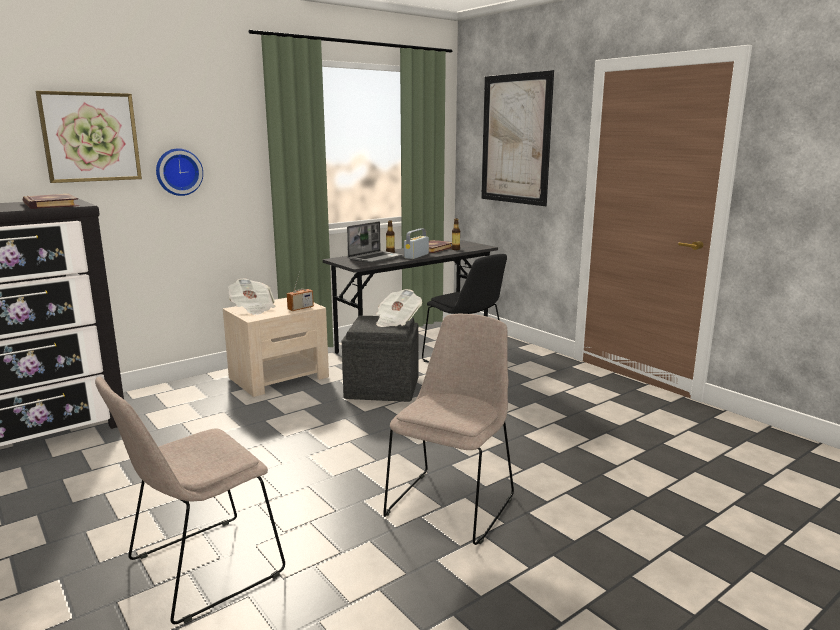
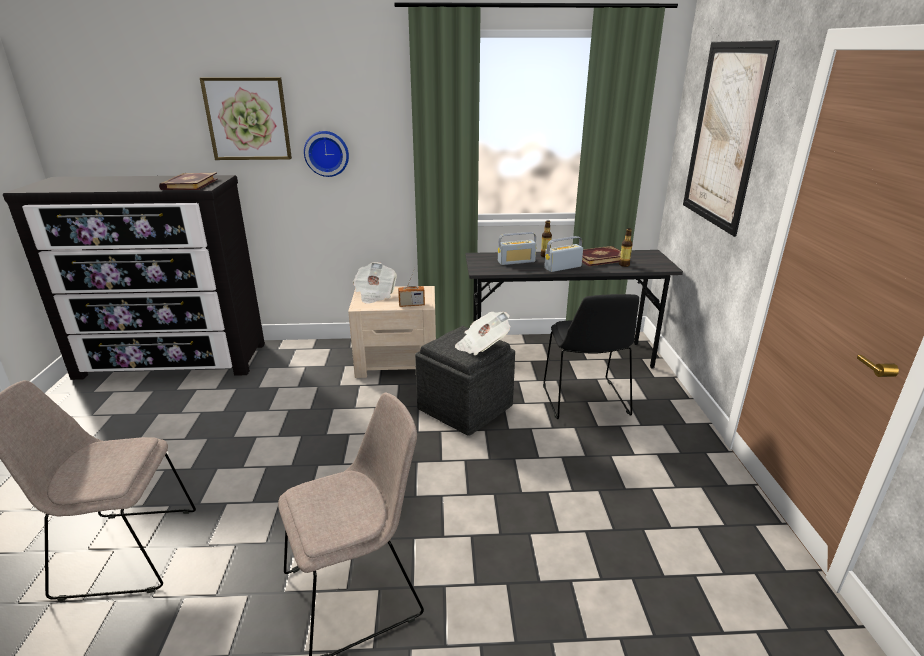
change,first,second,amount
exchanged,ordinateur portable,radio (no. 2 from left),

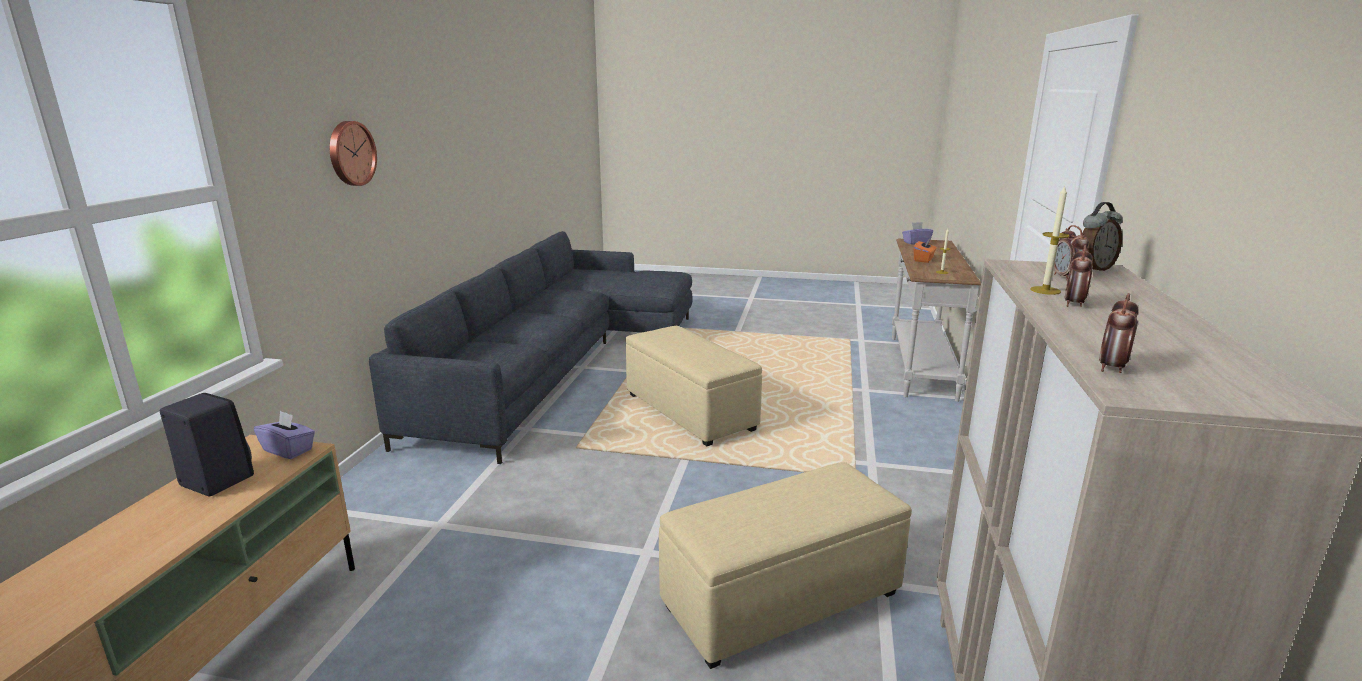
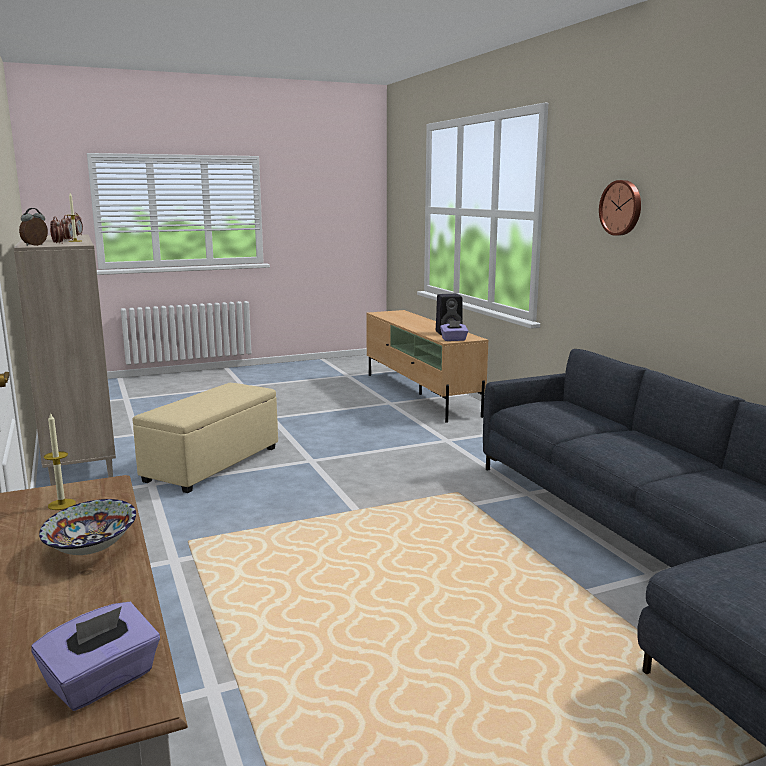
change,first,second,amount
missing,pouf (beige) (no. 1 from left),,
exchanged,boîte à mouchoirs (orange),bol,

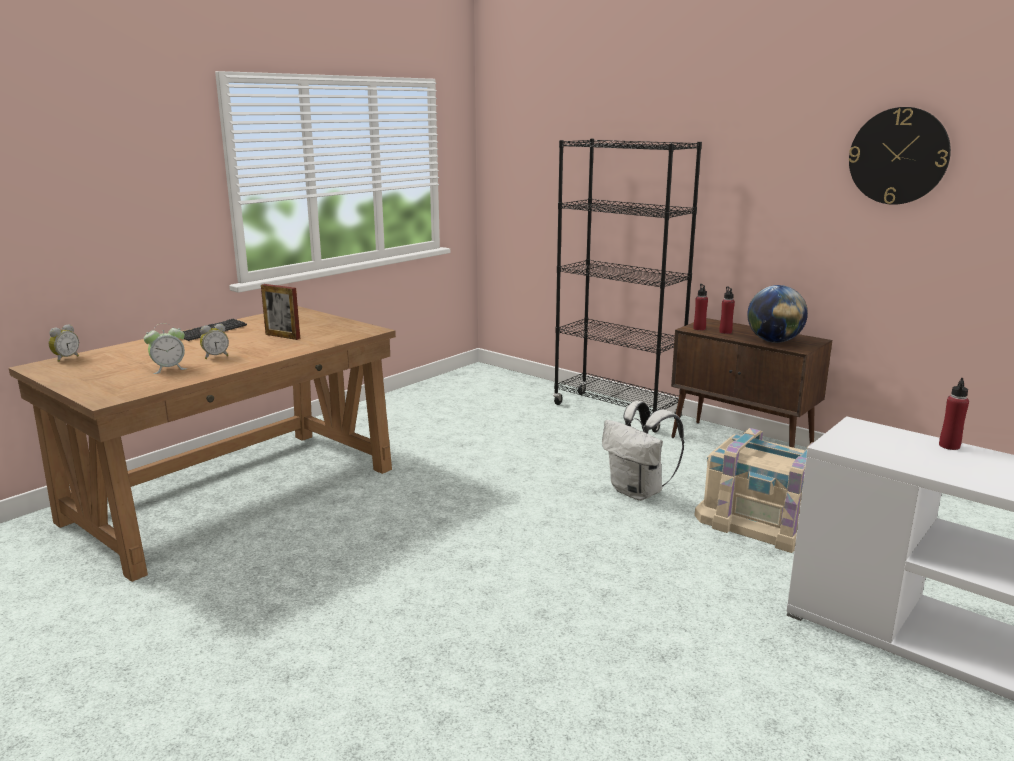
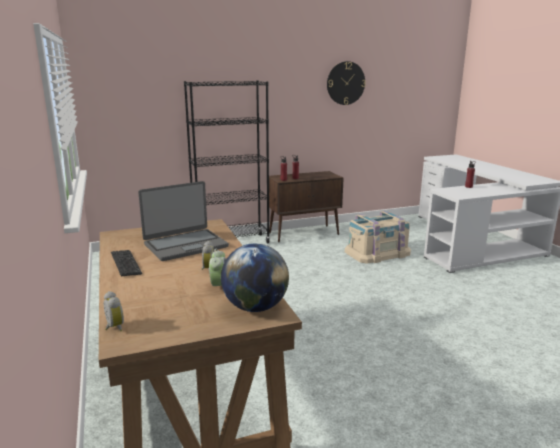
change,first,second,amount
exchanged,cadre photo,ordinateur portable,
missing,sac à dos (blanc),,
relocated,globe,,

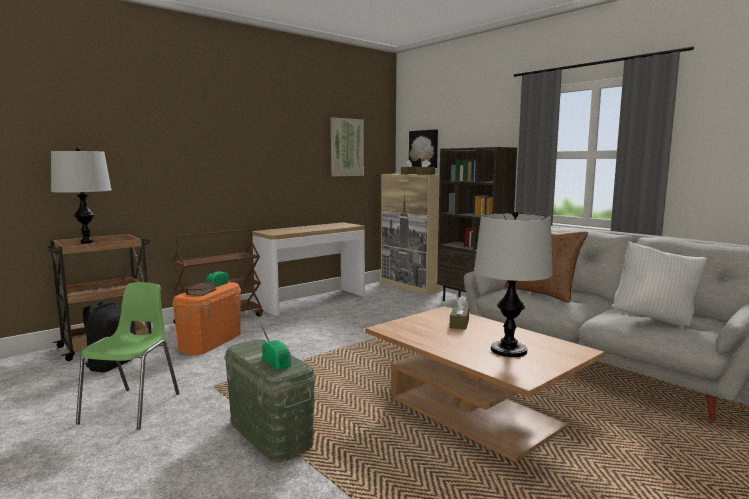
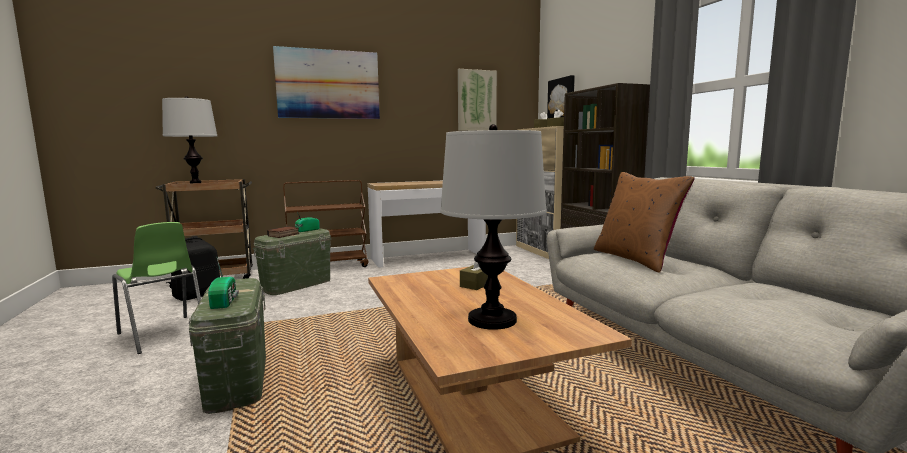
change,first,second,amount
spun,chaise (vert),,105 degrees clockwise
colour,boîte de rangement (orange),boîte de rangement (vert) (no. 2 from left),
missing,coussin (blanc),,
appeared,,tableau (no. 1 from left),

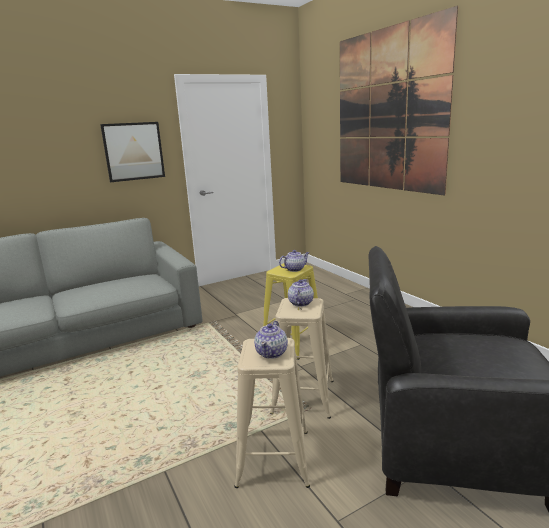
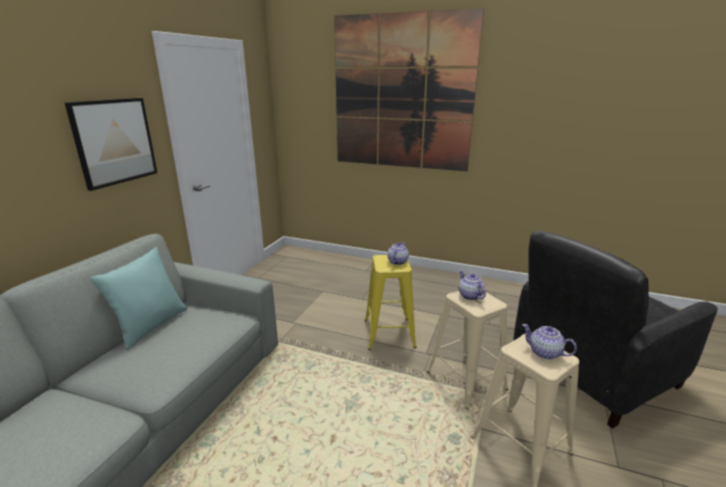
change,first,second,amount
spun,théière (no. 1 from left in the first image),théière (no. 3 from left),150 degrees clockwise
appeared,,coussin (turquoise),

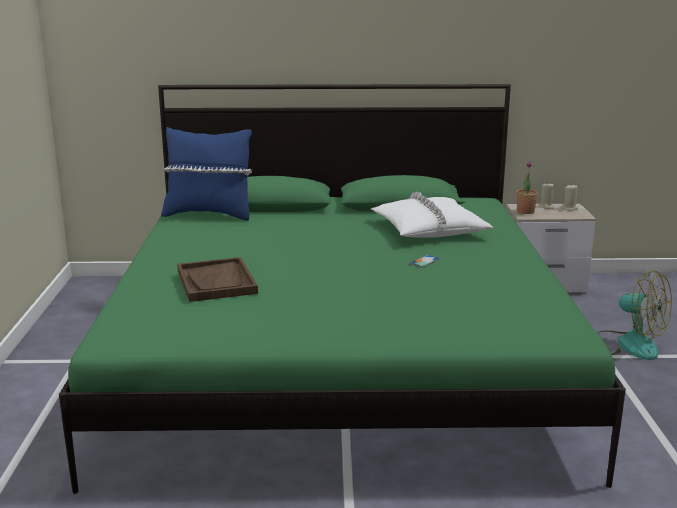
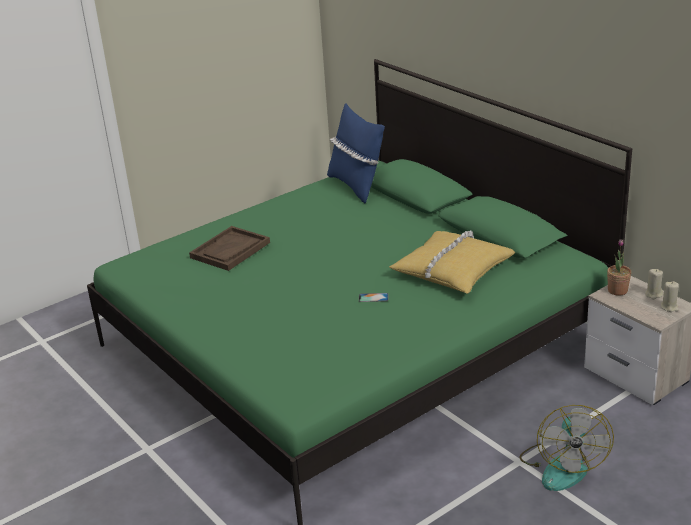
change,first,second,amount
colour,coussin (blanc),coussin (jaune),

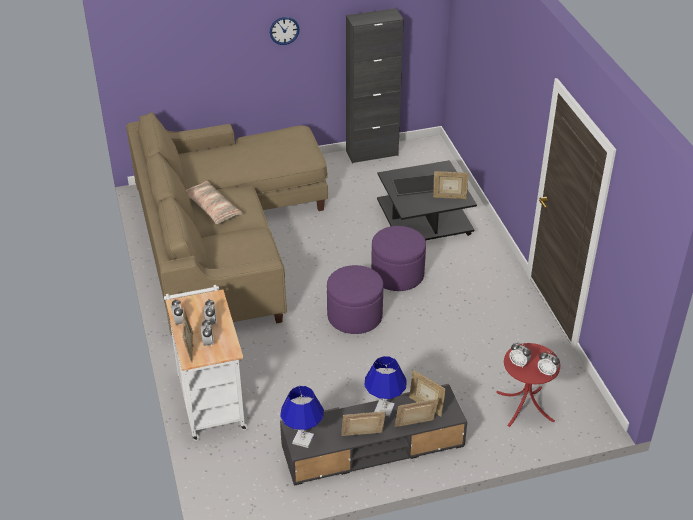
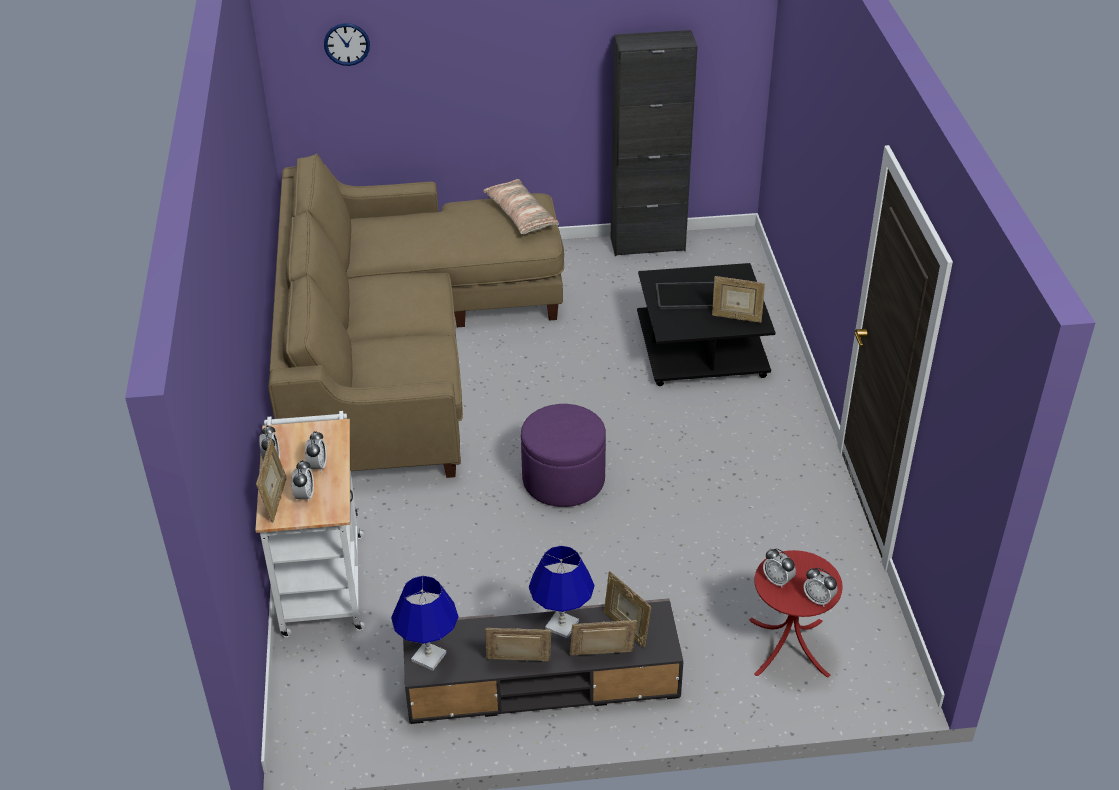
change,first,second,amount
relocated,coussin,,
relocated,horloge murale,,
missing,pouf (violet) (no. 2 from left),,

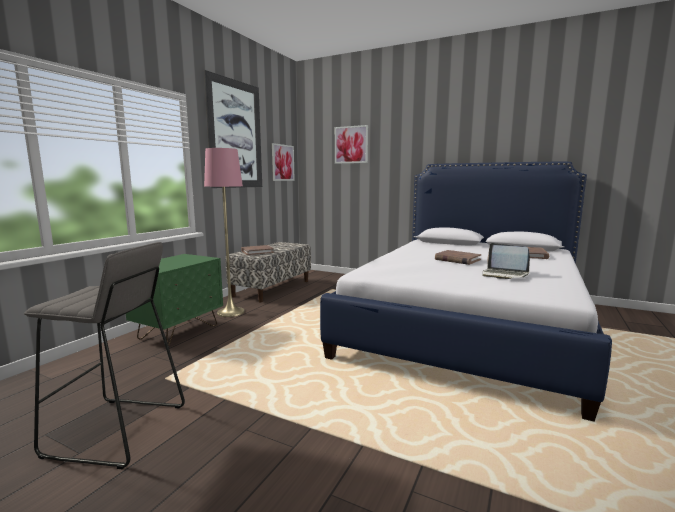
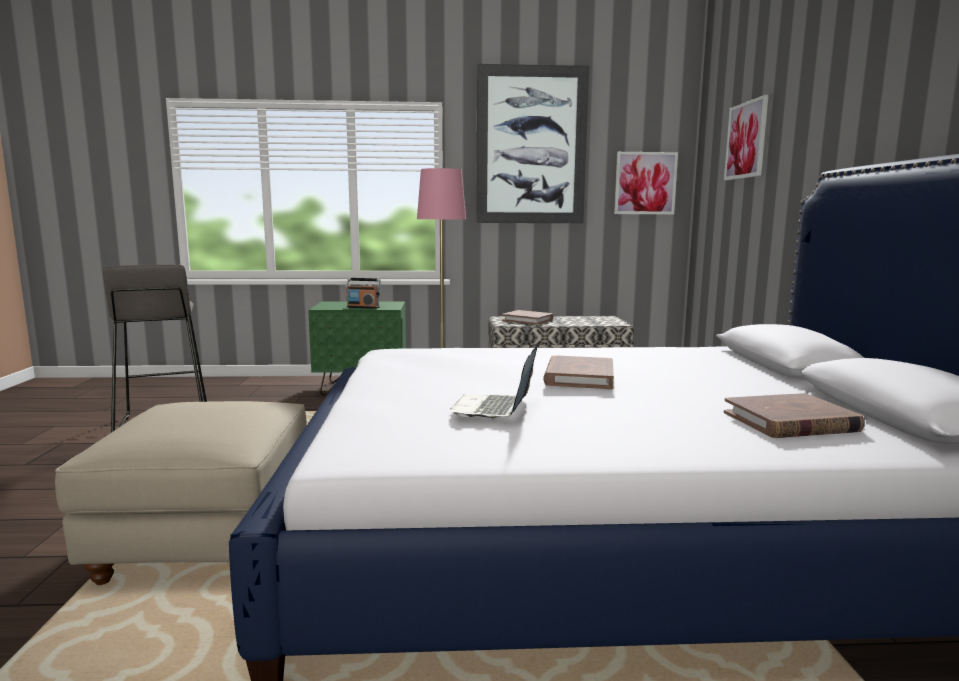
change,first,second,amount
appeared,,pouf (beige),
appeared,,radio,

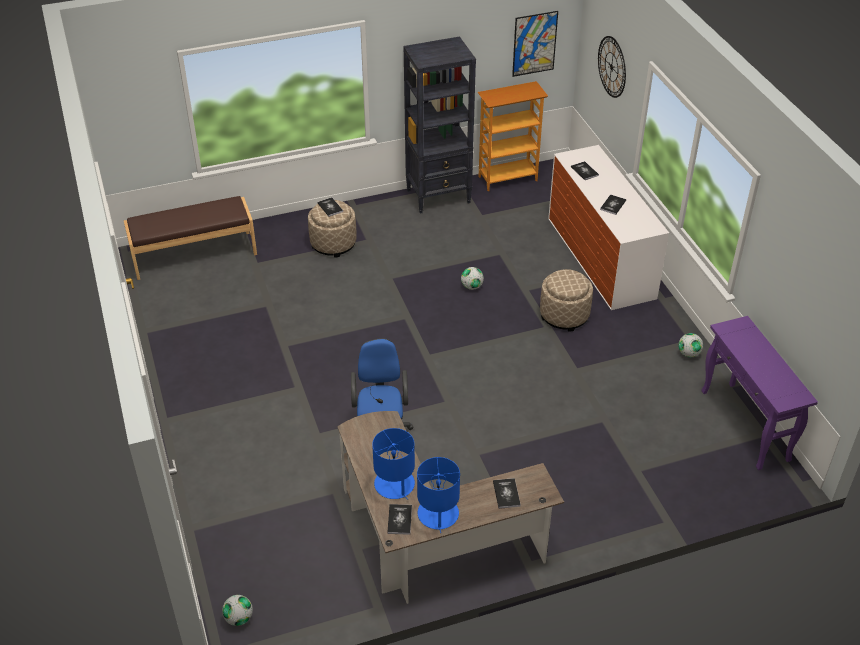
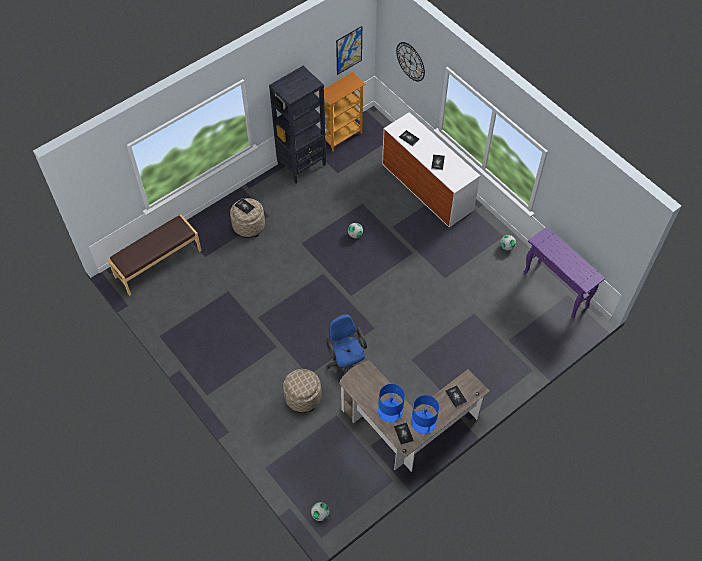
change,first,second,amount
relocated,pouf (beige) (no. 2 from left),,

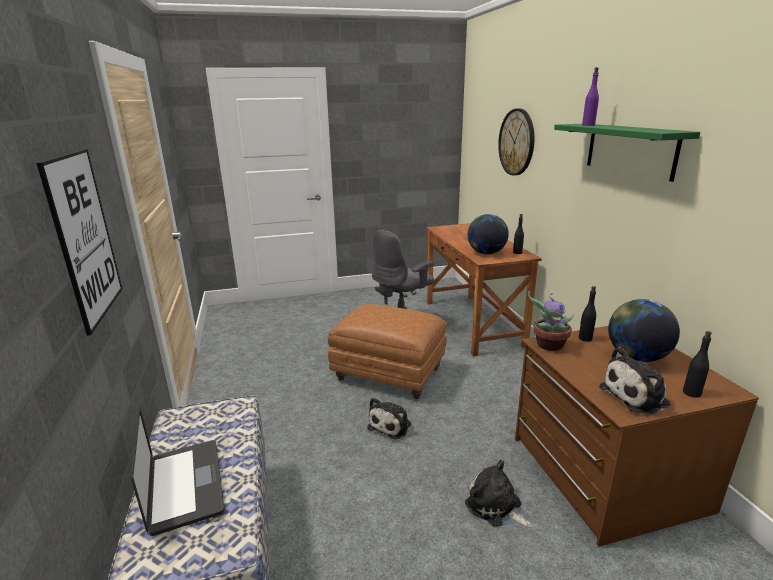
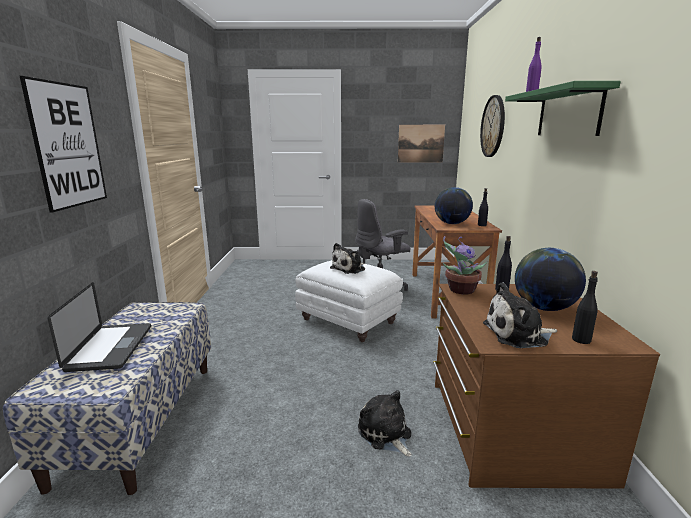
change,first,second,amount
colour,pouf (marron),pouf (blanc),
relocated,peluche (no. 1 from left),,
appeared,,tableau (no. 2 from left),

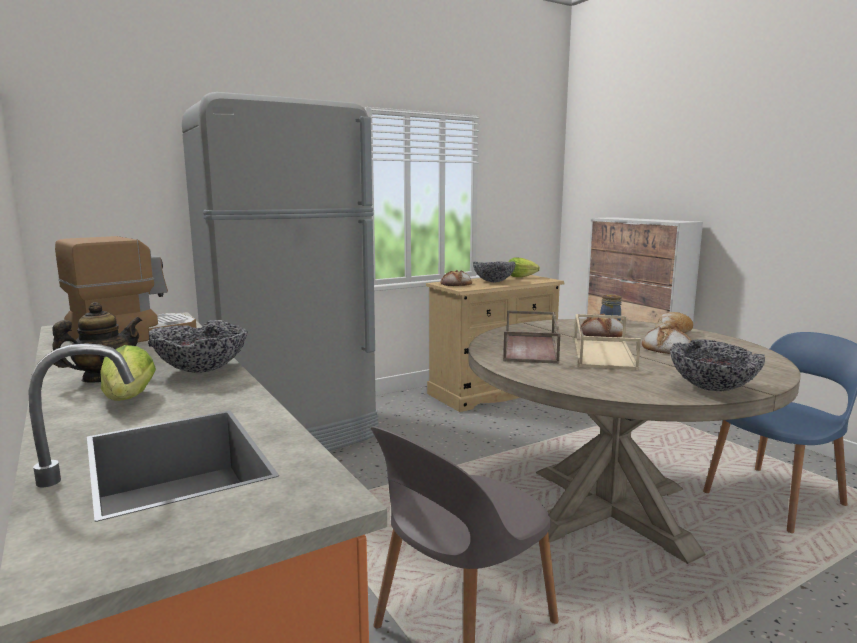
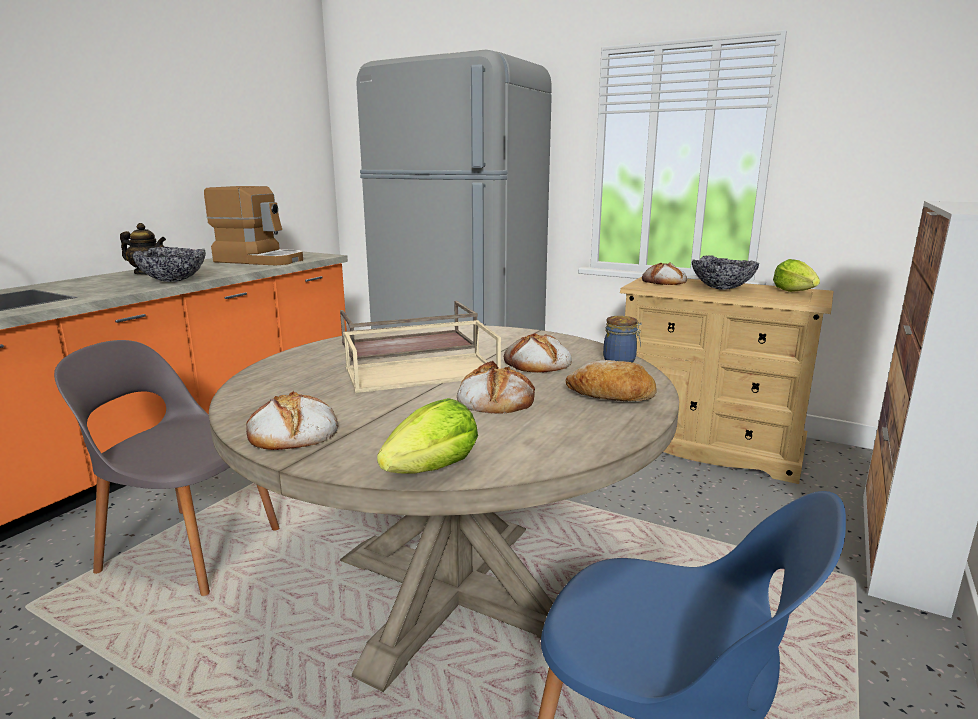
change,first,second,amount
relocated,laitue (no. 1 from left),,
exchanged,bol (no. 3 from left),pain (no. 1 from left),

